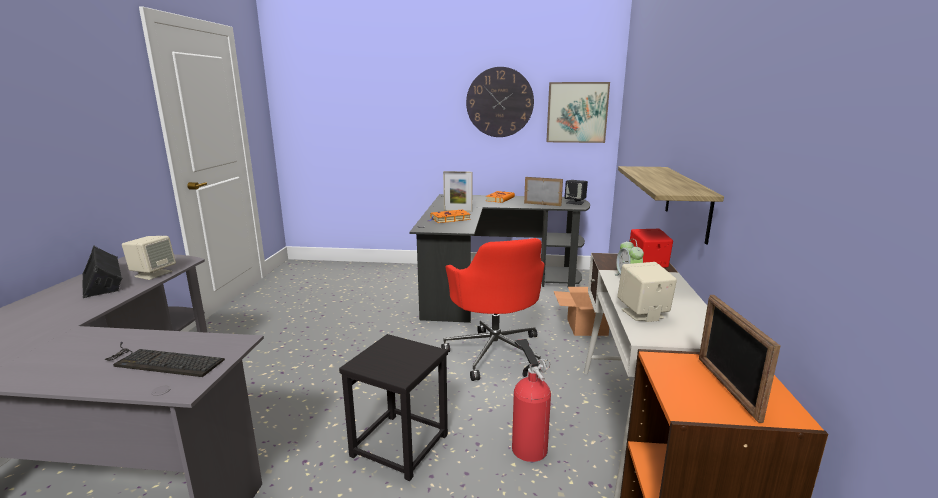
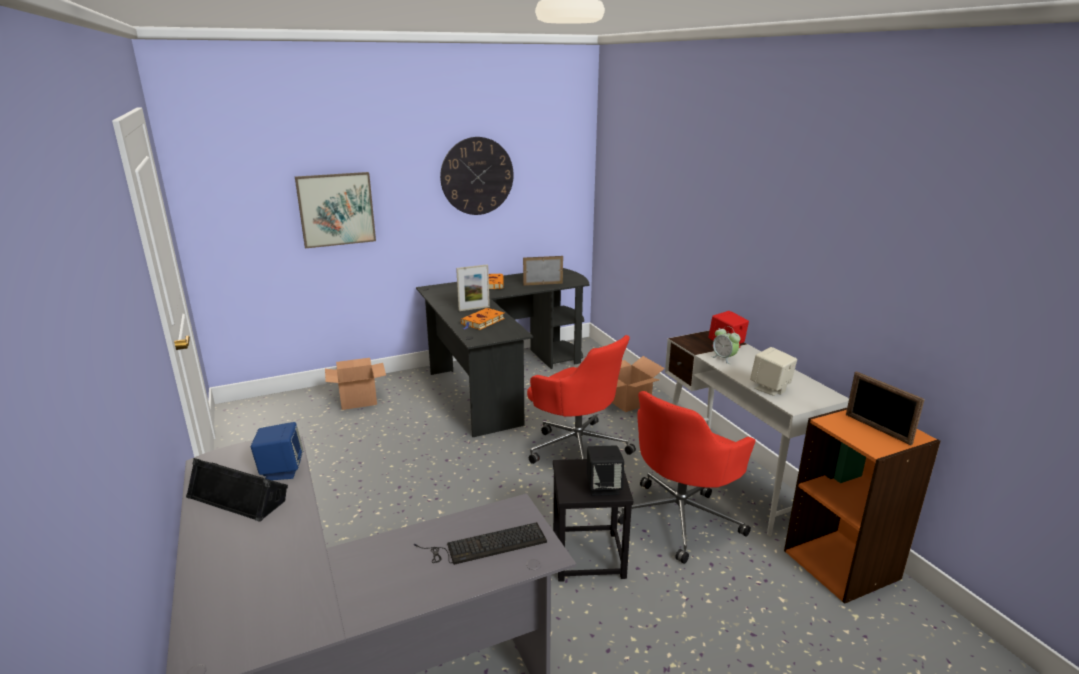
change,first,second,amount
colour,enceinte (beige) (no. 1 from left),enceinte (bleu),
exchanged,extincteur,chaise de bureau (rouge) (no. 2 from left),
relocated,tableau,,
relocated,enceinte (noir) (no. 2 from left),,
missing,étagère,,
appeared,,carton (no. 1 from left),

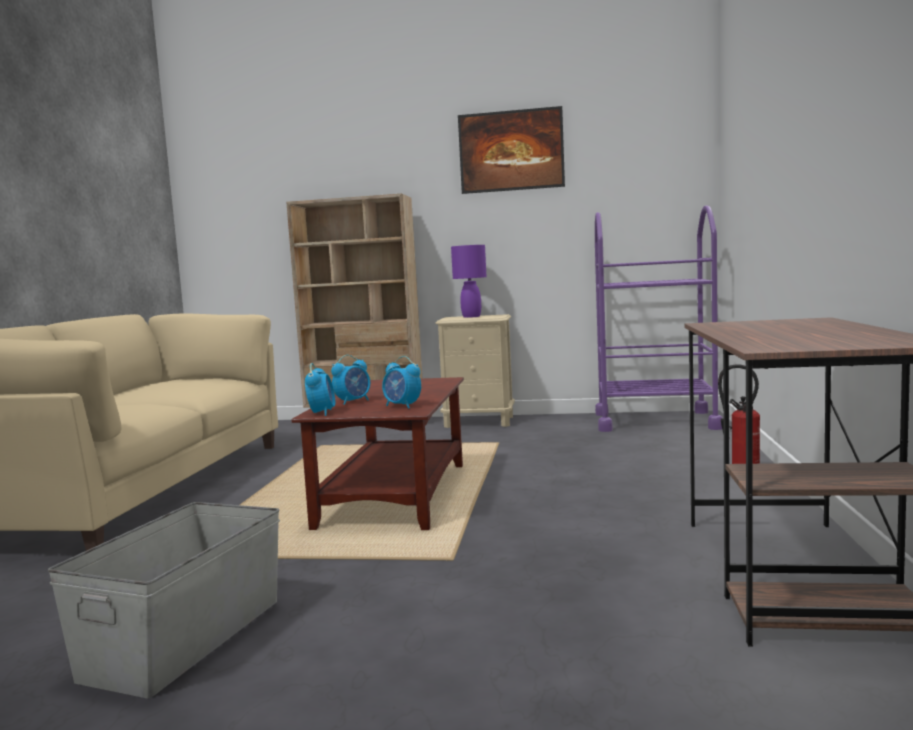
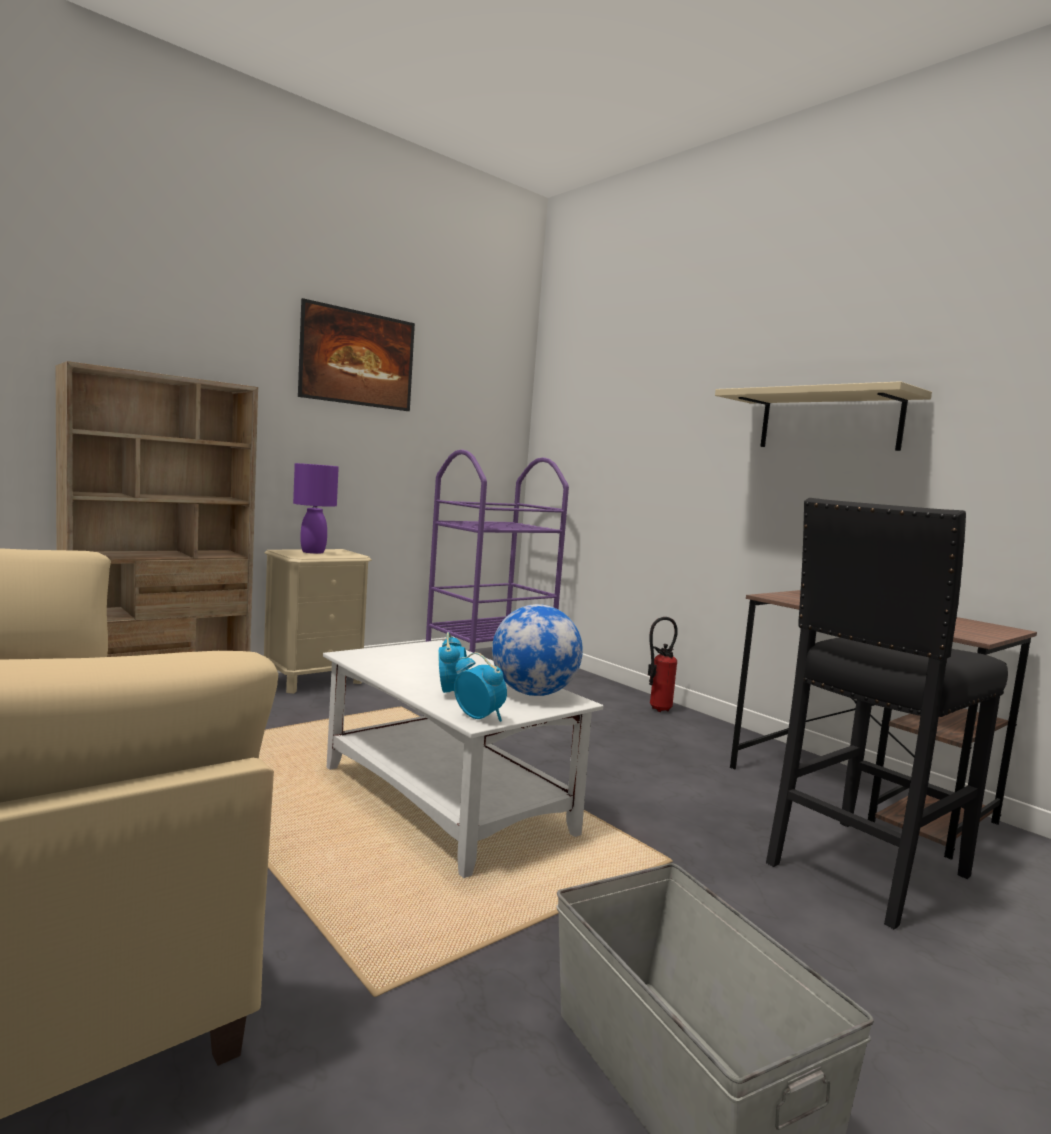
change,first,second,amount
colour,table basse (marron),table basse (blanc),
exchanged,réveil (no. 3 from left),globe,
appeared,,étagère (beige),
appeared,,tabouret (noir),

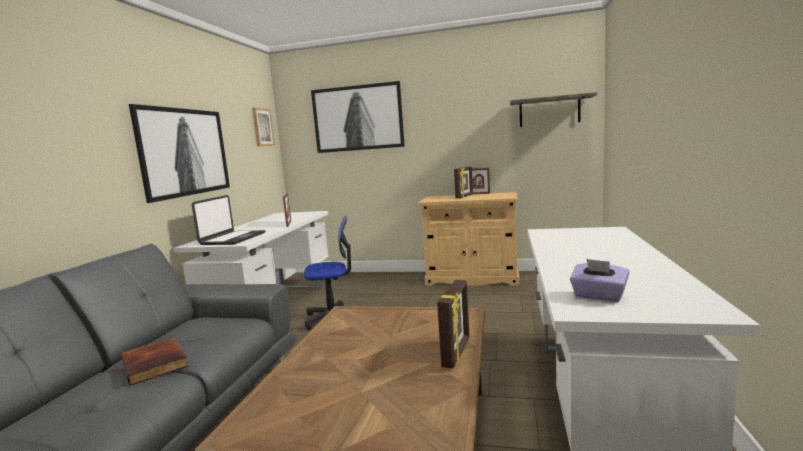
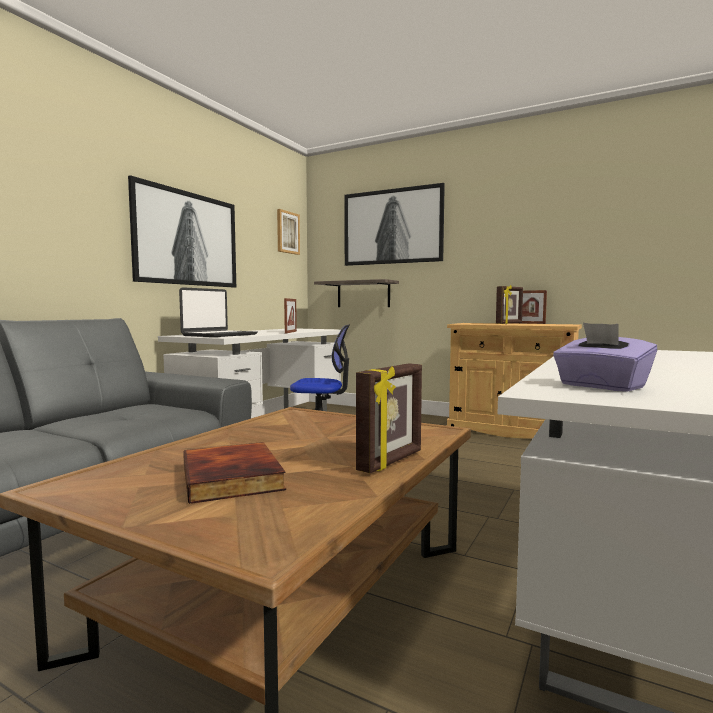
change,first,second,amount
relocated,livre,,
relocated,étagère,,

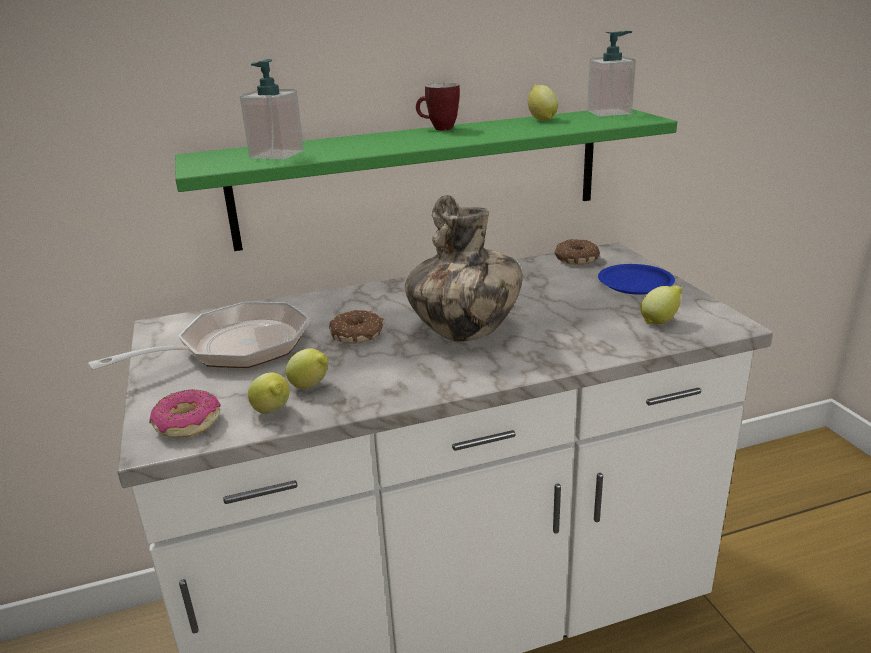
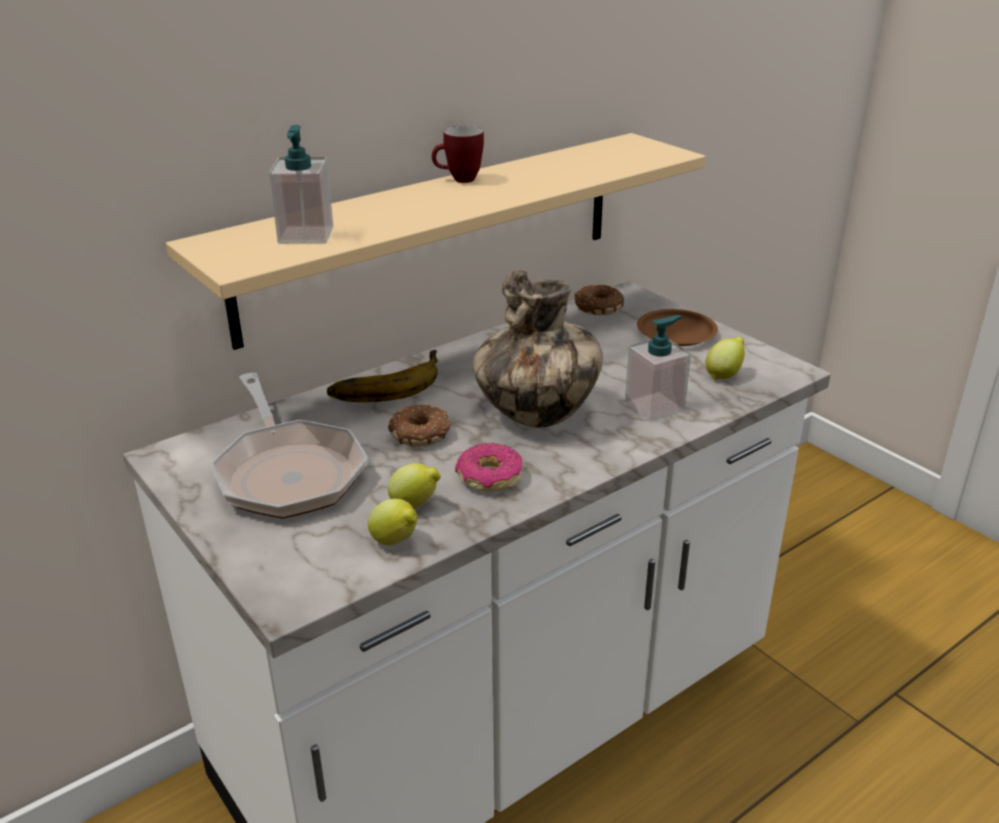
change,first,second,amount
spun,poêle,,120 degrees clockwise
relocated,beignet (no. 1 from left in the first image),beignet (no. 2 from left),
colour,étagère (vert),étagère (beige),
missing,citron (no. 3 from left),,
relocated,distributeur de savon (no. 2 from left),,
colour,assiette (bleu),assiette (marron),
appeared,,banane,

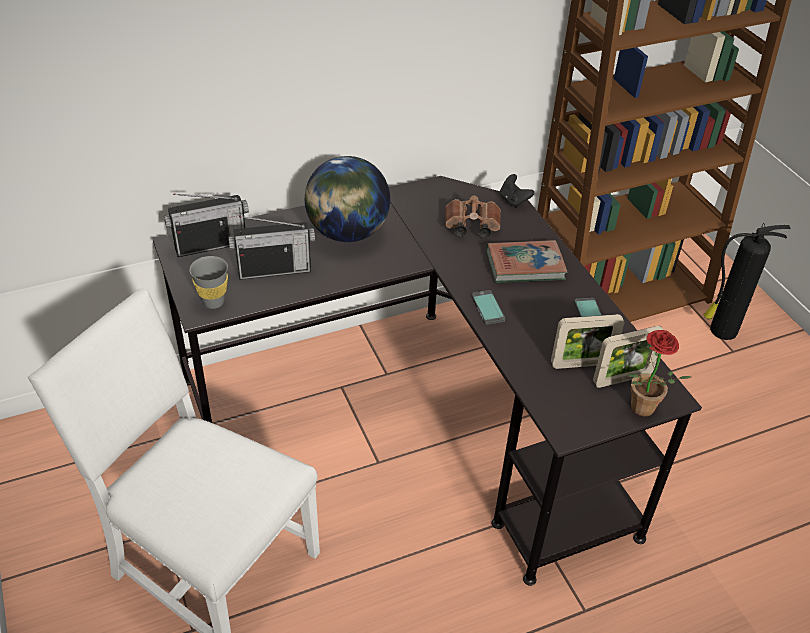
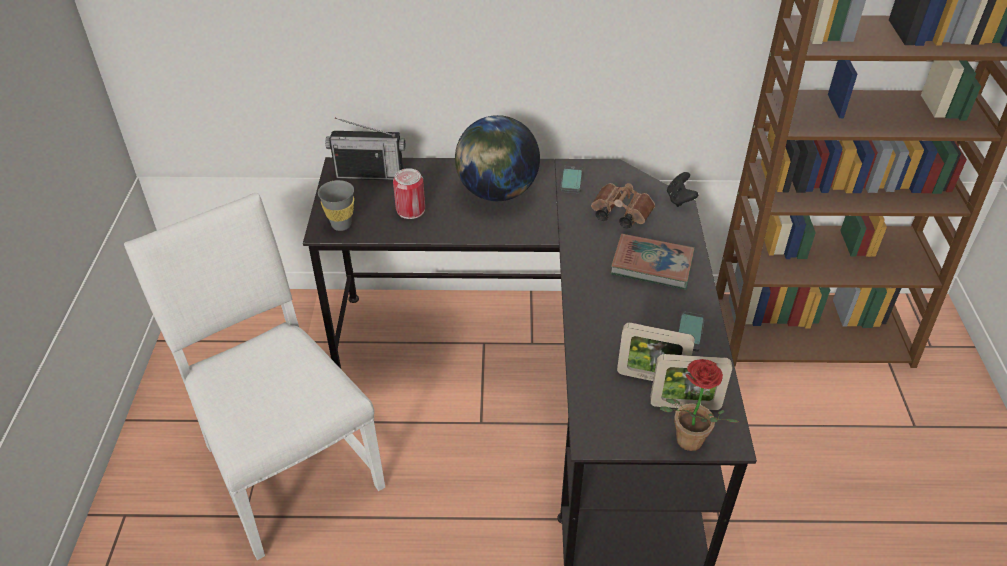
change,first,second,amount
exchanged,radio (no. 2 from left),boîte métallique,
relocated,téléphone (no. 1 from left),,
missing,extincteur,,

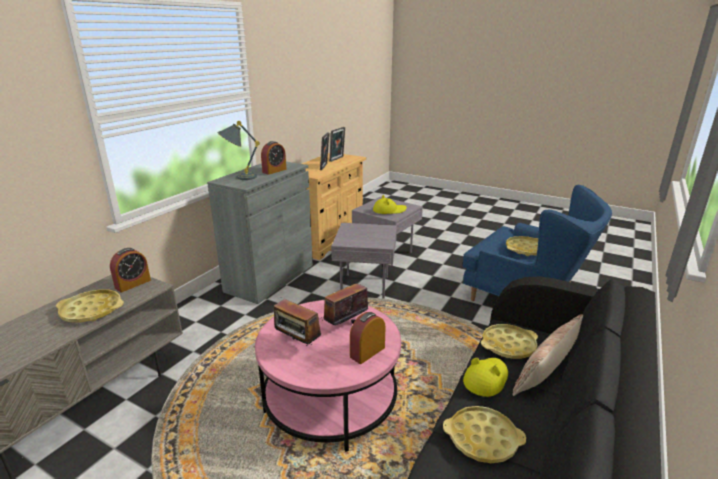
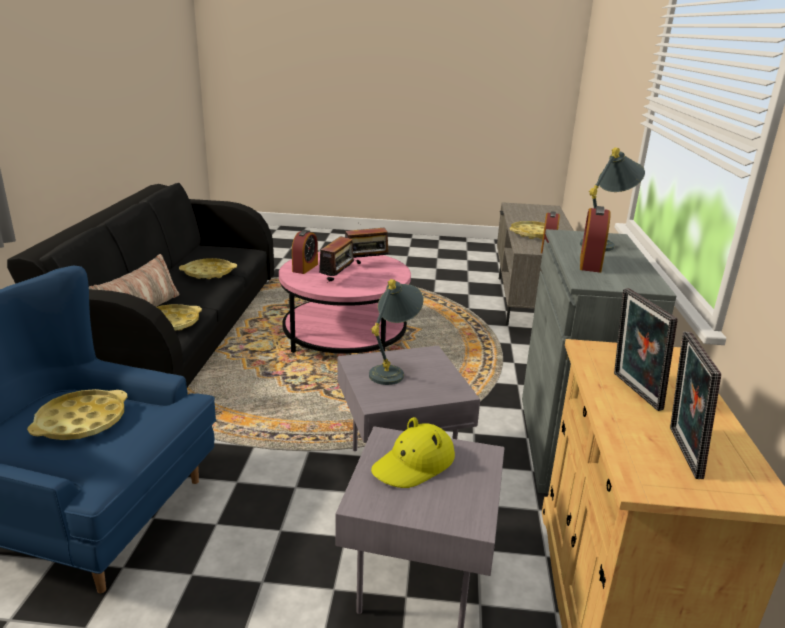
change,first,second,amount
spun,radio (no. 1 from left in the first image),radio (no. 2 from left),150 degrees clockwise
missing,chapeau (jaune) (no. 2 from left),,
appeared,,lampe de table (gris) (no. 1 from left),

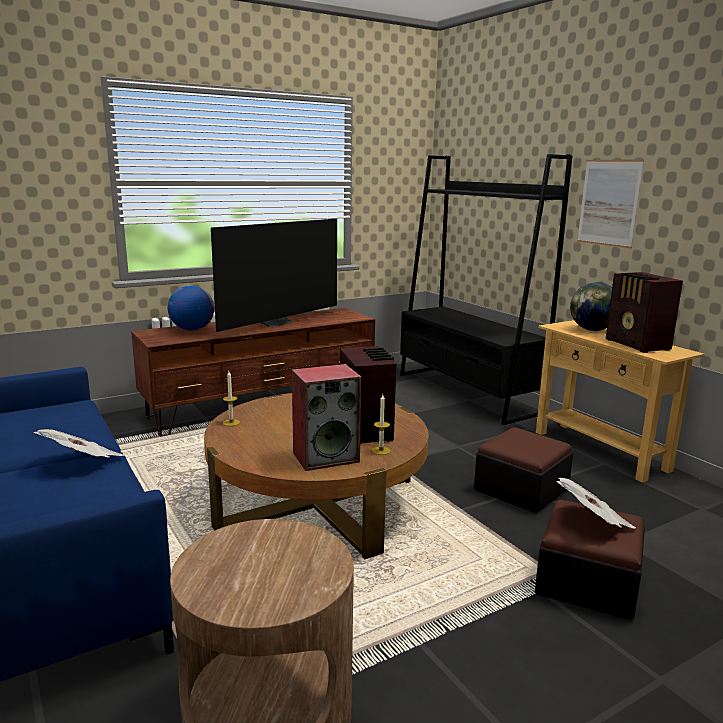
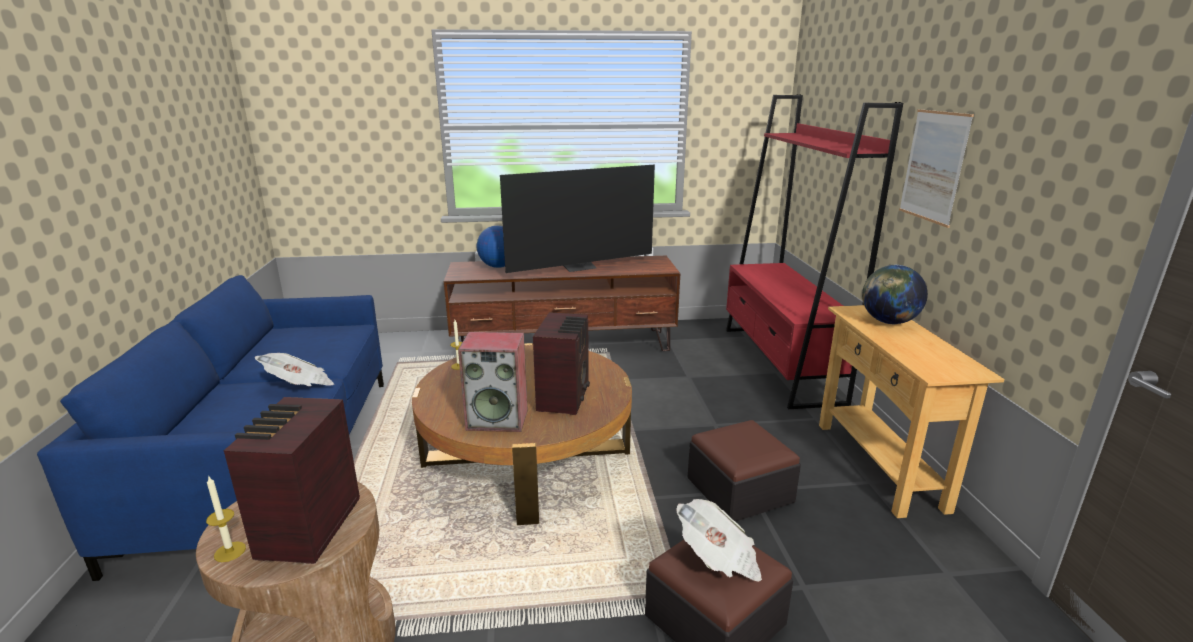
change,first,second,amount
relocated,bougie (no. 2 from left in the first image),bougie (no. 1 from left),
colour,bibliothèque (noir),bibliothèque (rouge),
relocated,radio (no. 2 from left in the first image),radio (no. 1 from left),

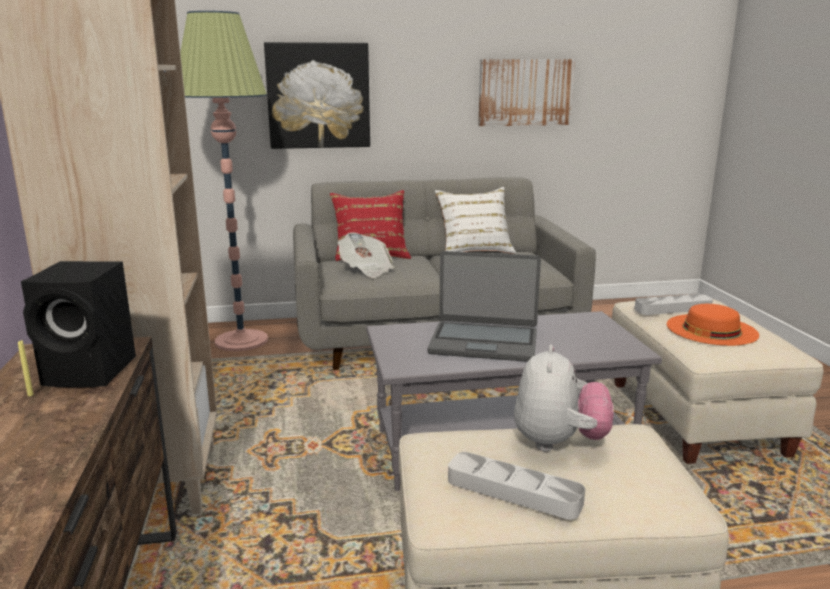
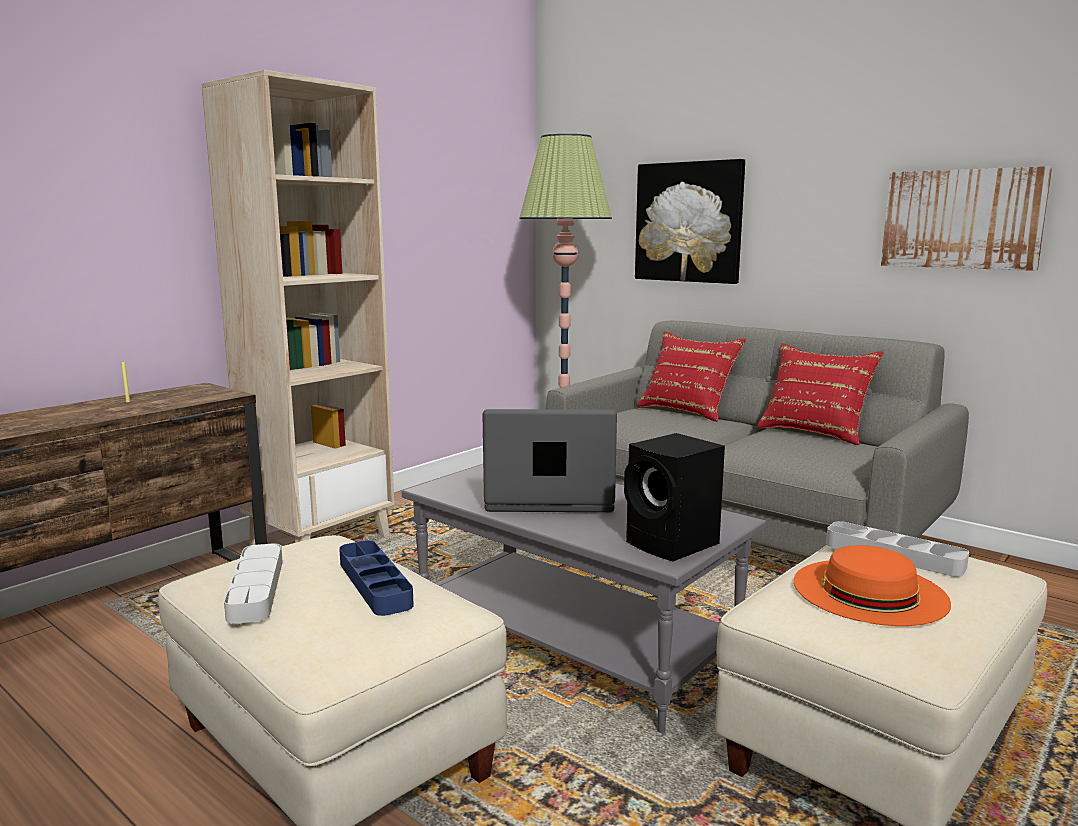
change,first,second,amount
relocated,enceinte (noir),,
missing,journal,,
spun,ordinateur portable,,120 degrees clockwise
colour,coussin (blanc),coussin (rouge) (no. 2 from left),
exchanged,peluche,plateau (bleu),

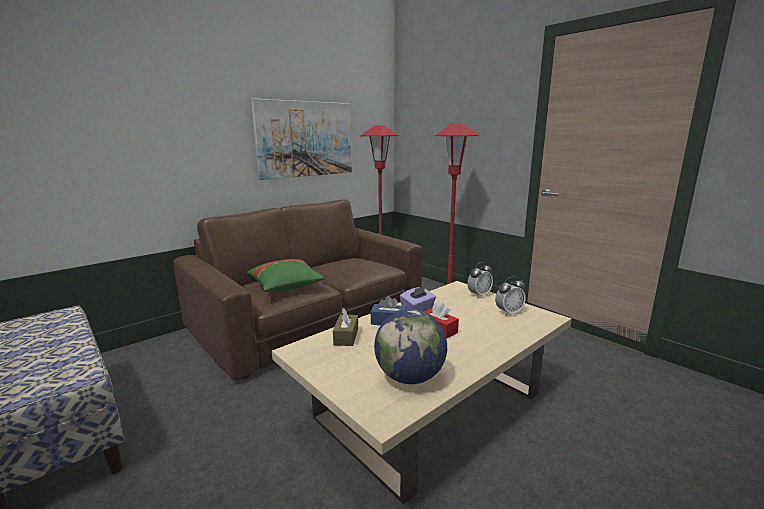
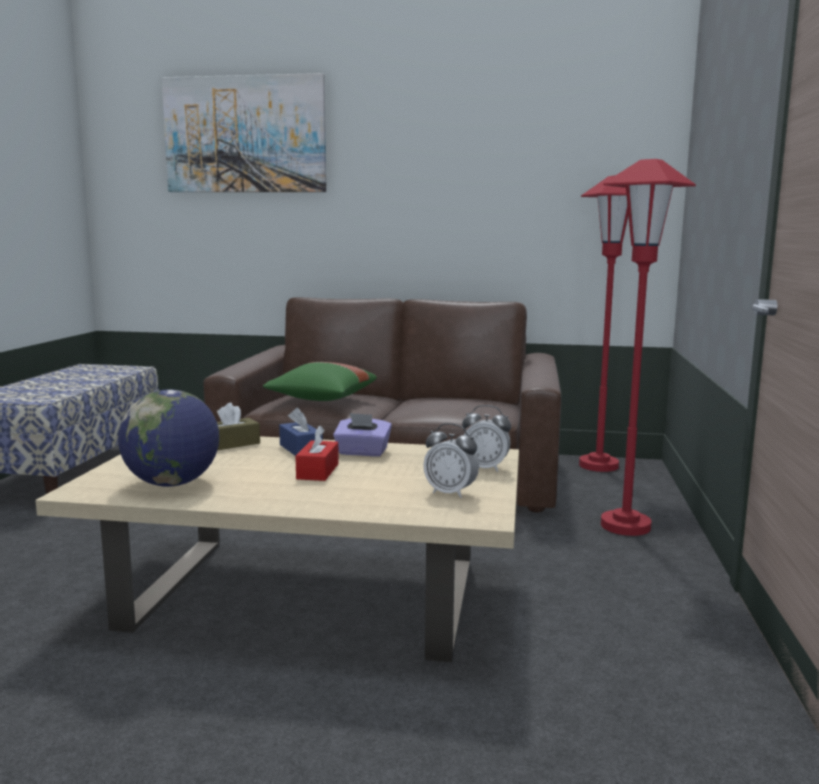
change,first,second,amount
relocated,tableau,,

